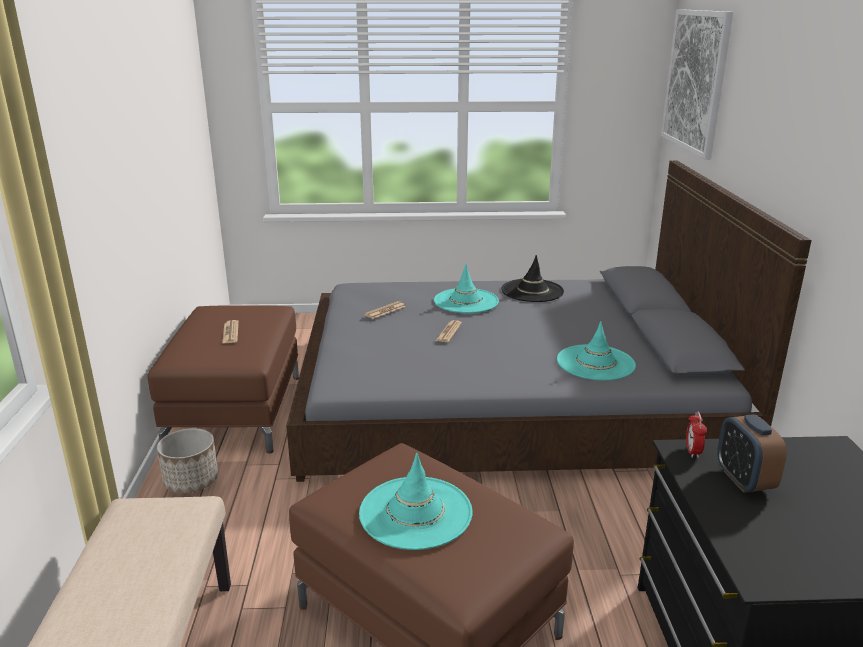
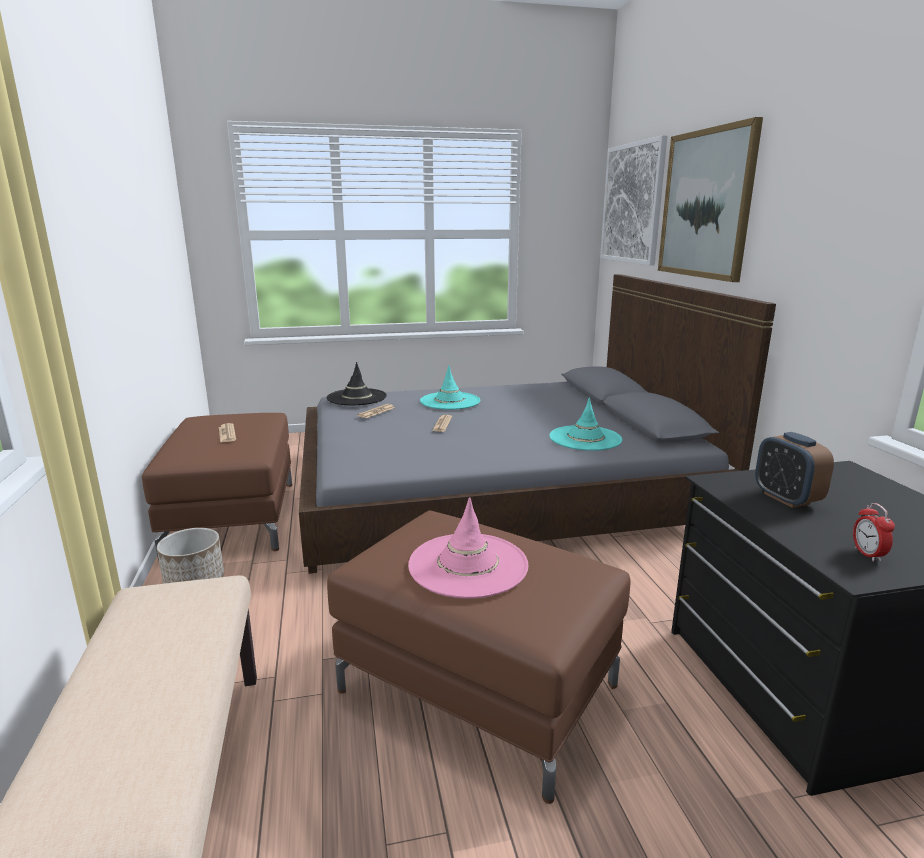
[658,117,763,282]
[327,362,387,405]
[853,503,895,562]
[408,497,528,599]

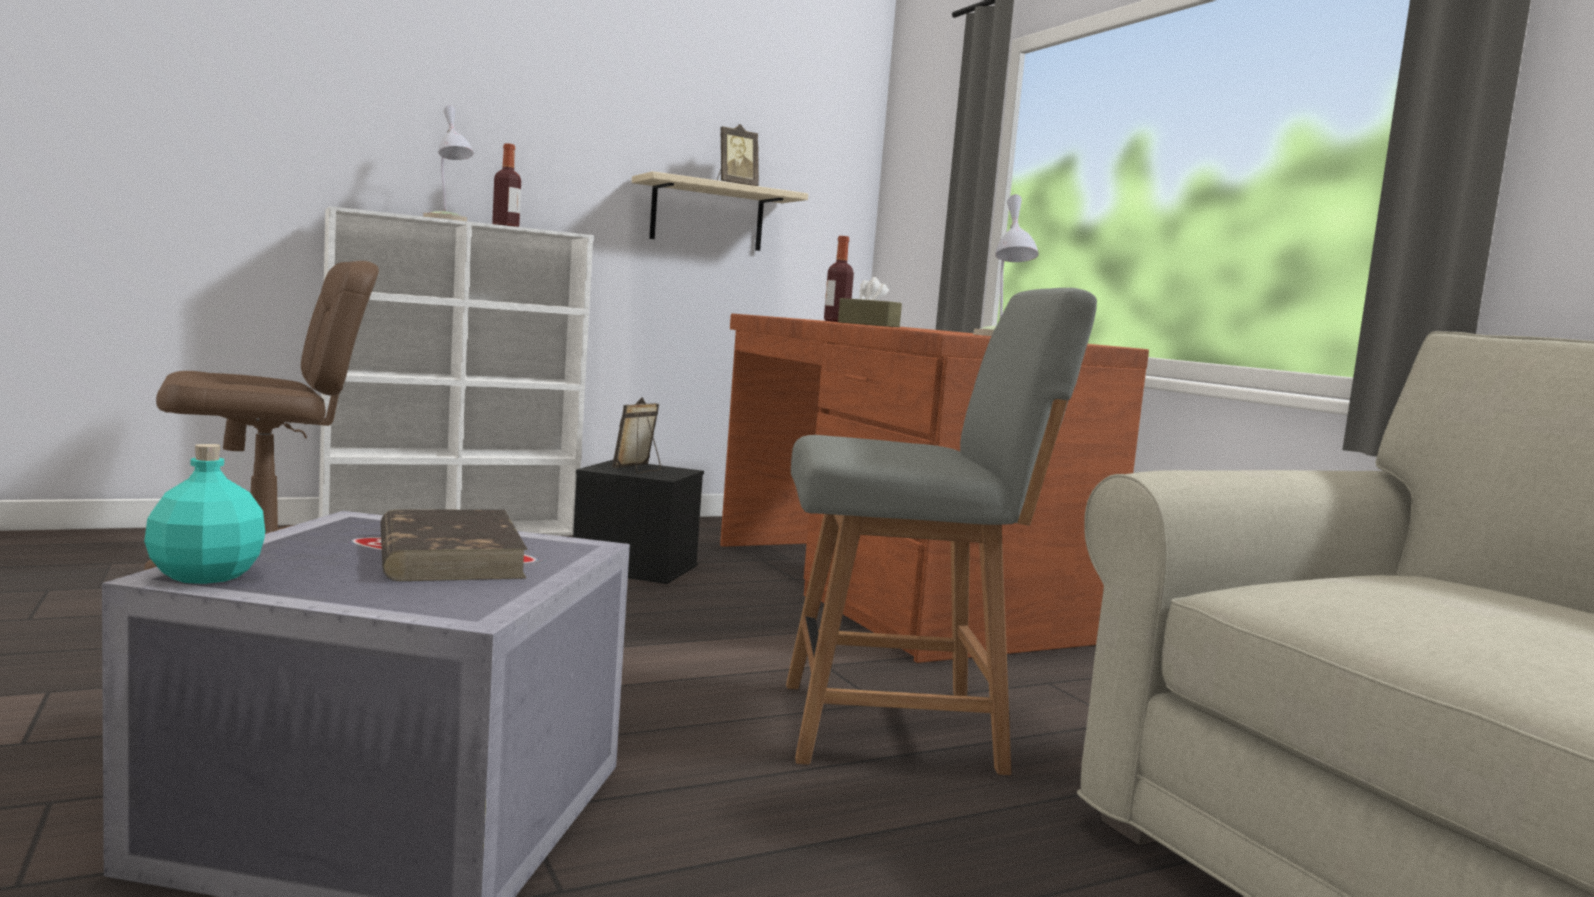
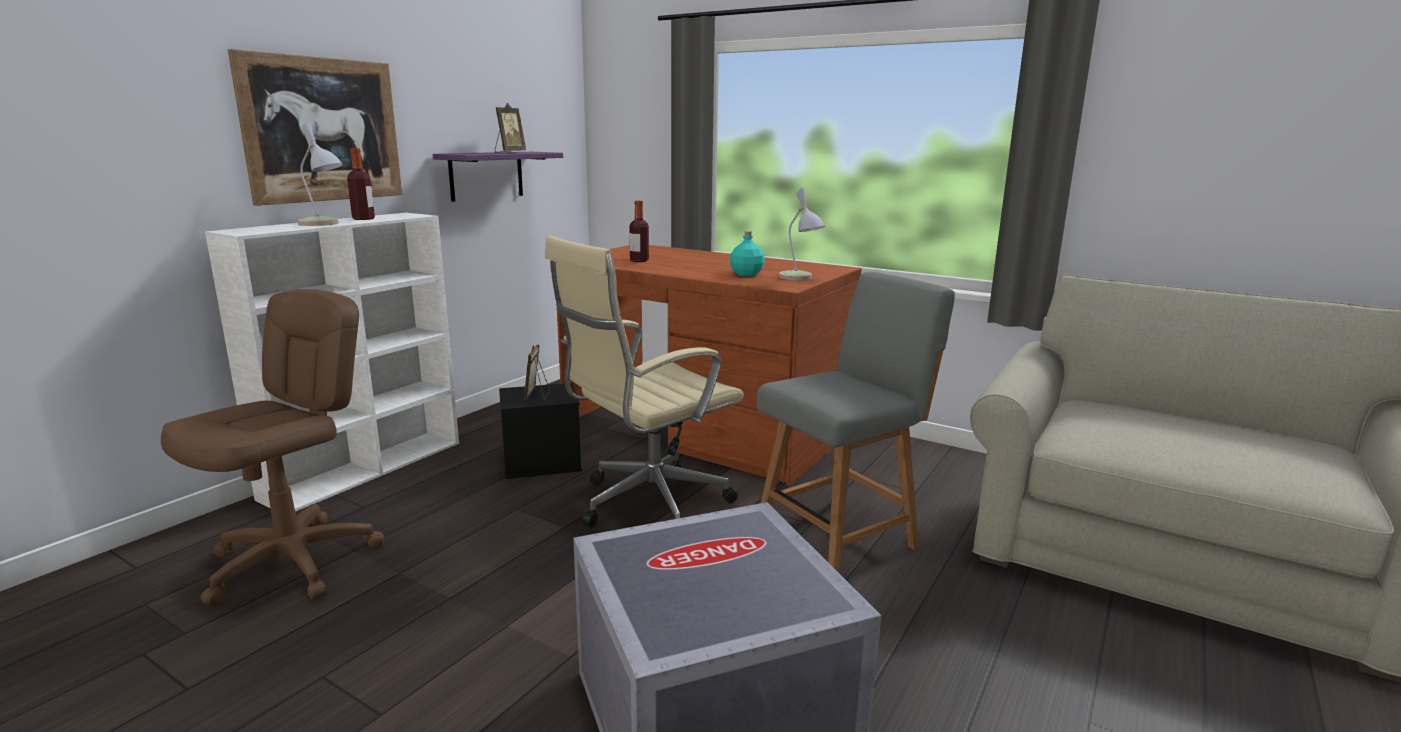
[380,509,528,581] (first image)
[838,277,902,327] (first image)
[228,49,402,206]
[545,235,744,528]
[730,231,765,276]
[433,152,563,202]

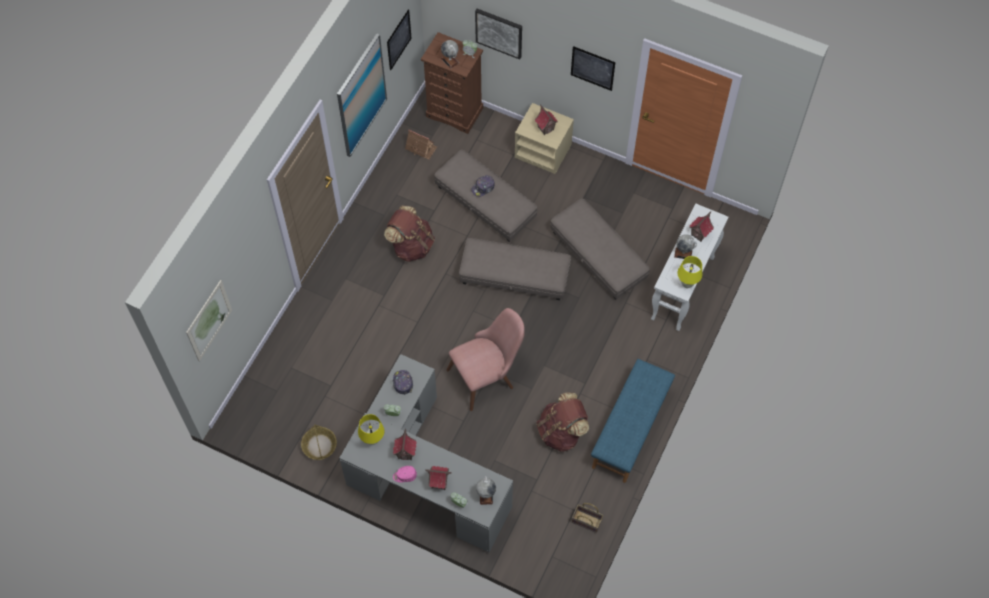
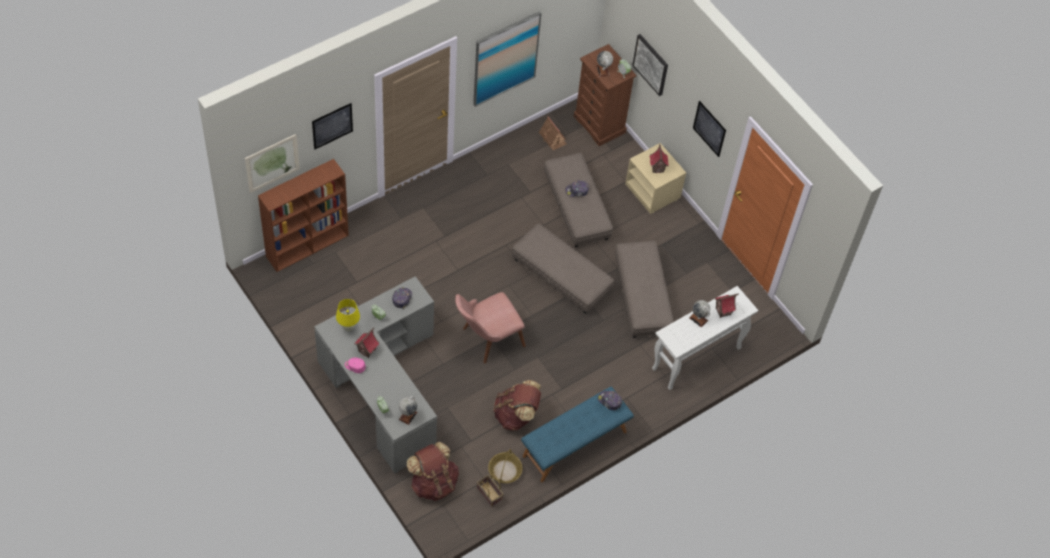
[425,466,452,490] (first image)
[678,256,703,288] (first image)
[258,159,349,272]
[598,391,623,410]
[488,449,523,483]
[407,442,459,501]
[312,103,353,149]
[455,292,526,363]

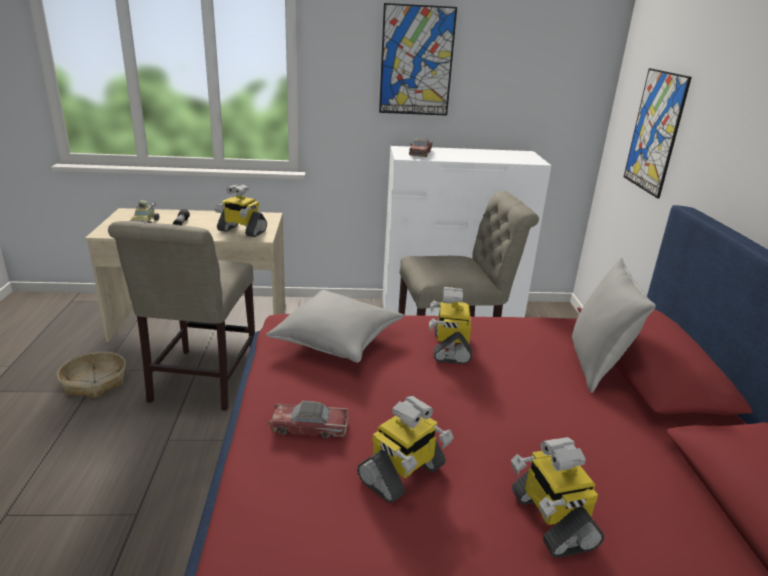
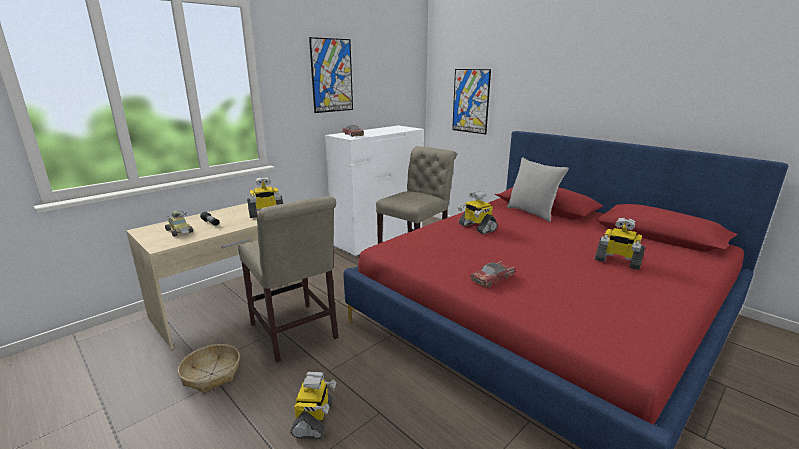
[266,290,404,363] (first image)
[291,372,336,439]

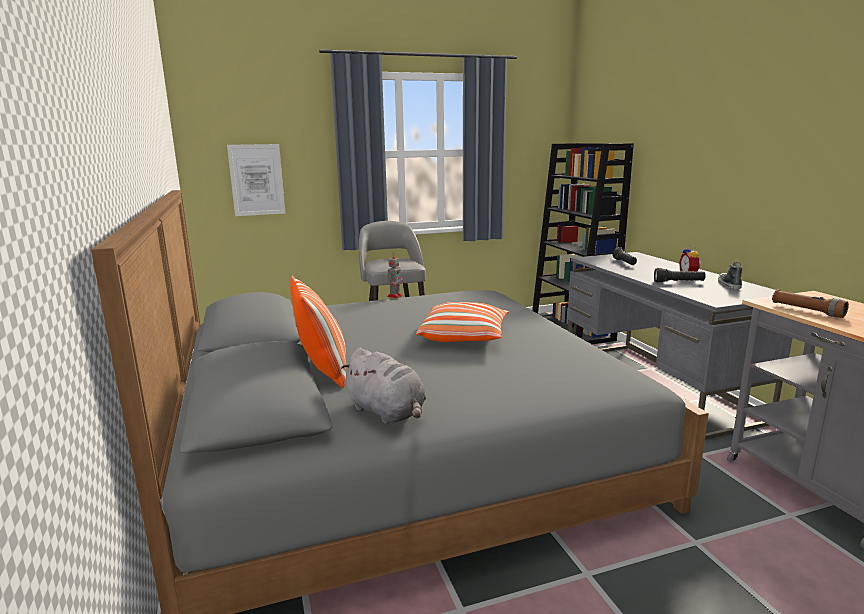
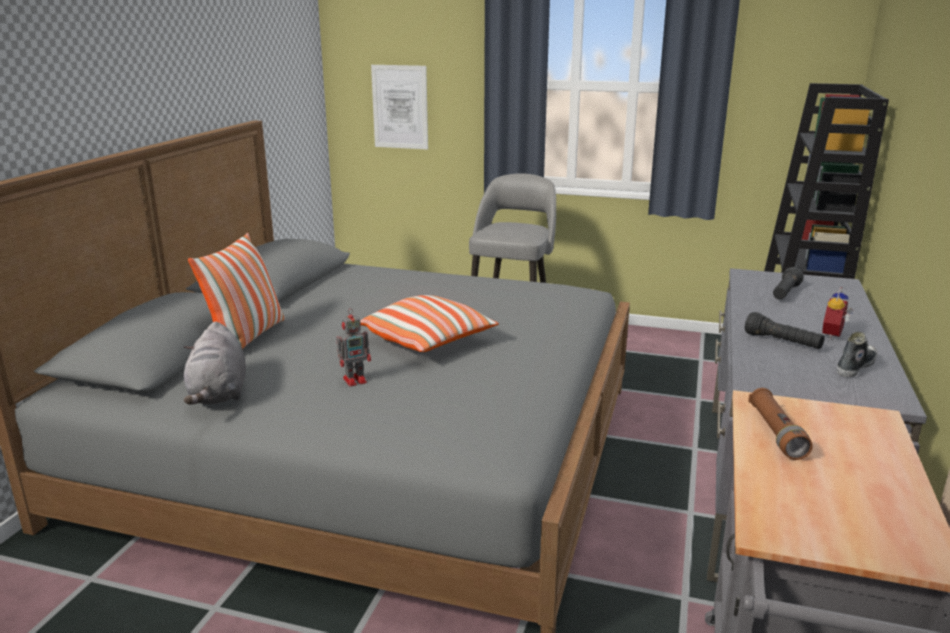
[336,308,371,387]

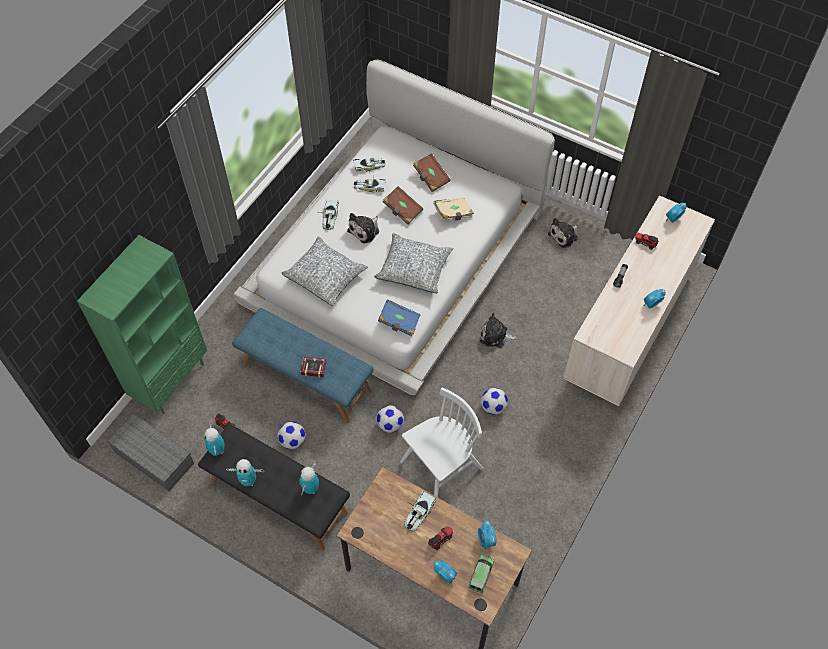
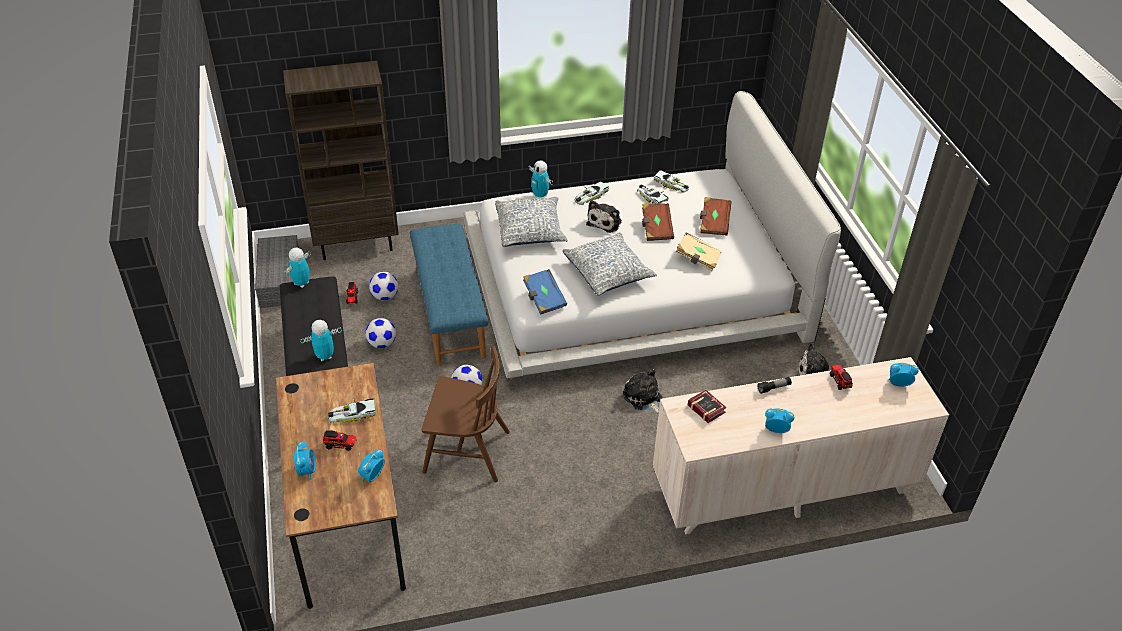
[468,554,495,594] (first image)
[529,161,553,198]
[688,390,726,423]
[369,272,398,301]
[283,61,399,260]
[422,346,510,482]
[586,200,622,233]

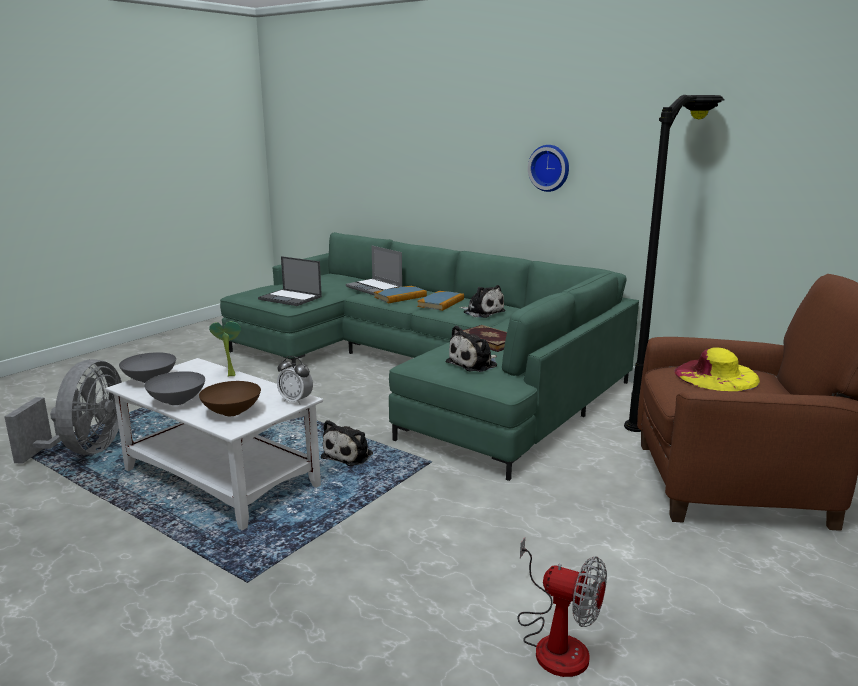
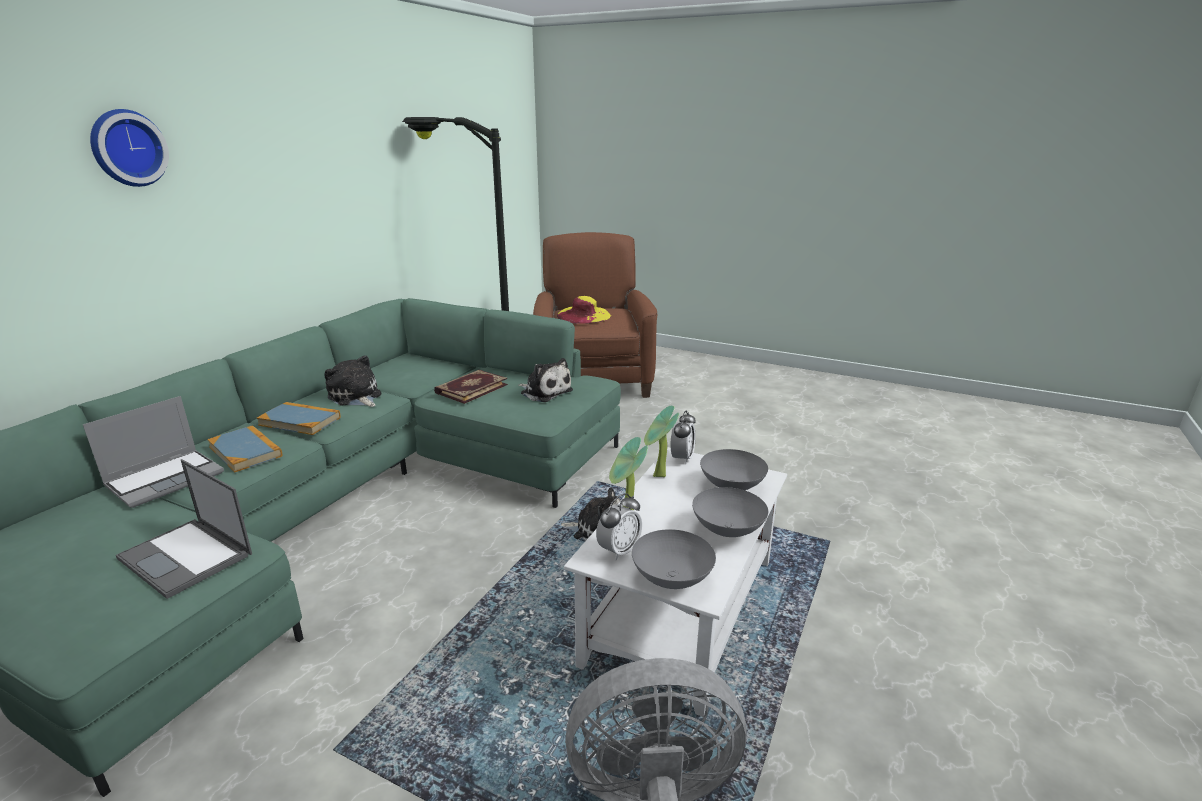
[517,537,607,677] (first image)
[596,493,642,560]
[644,406,679,477]
[90,109,169,187]
[700,449,768,490]
[116,459,252,599]
[324,355,382,407]

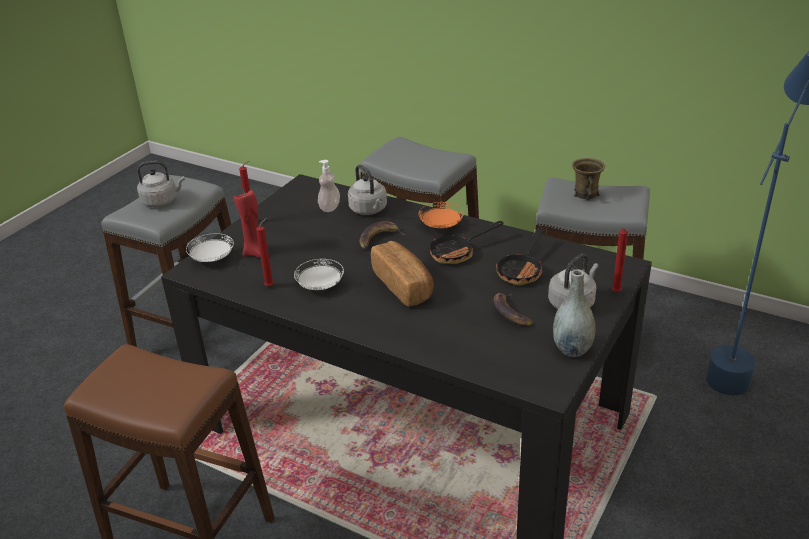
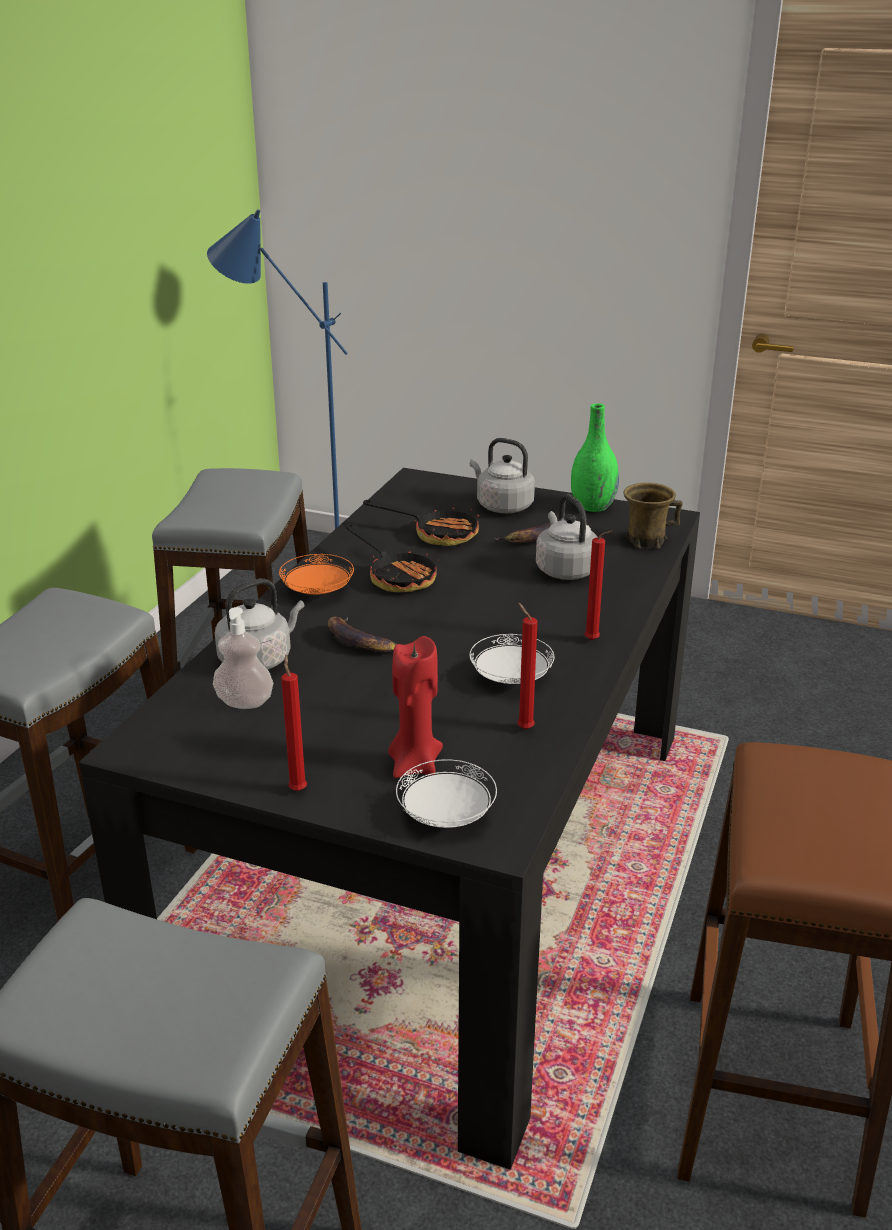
[371,241,434,307] (first image)
[536,494,598,580]
[623,483,683,549]
[584,530,613,640]
[571,403,619,512]

